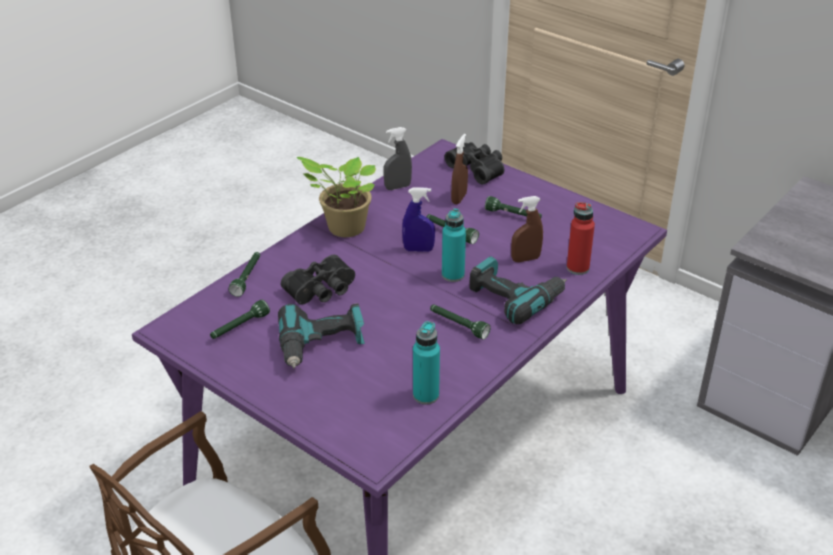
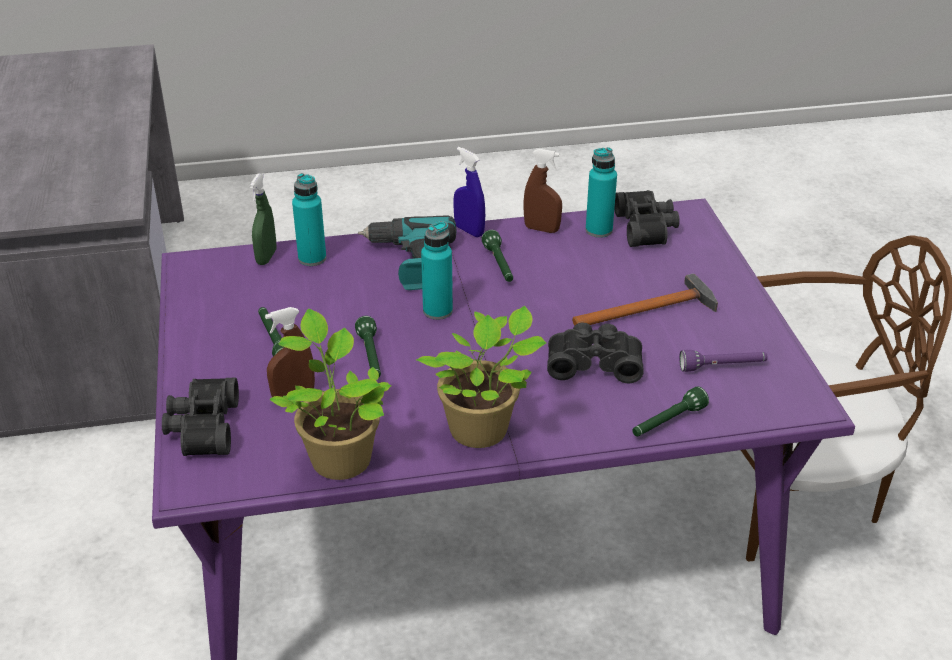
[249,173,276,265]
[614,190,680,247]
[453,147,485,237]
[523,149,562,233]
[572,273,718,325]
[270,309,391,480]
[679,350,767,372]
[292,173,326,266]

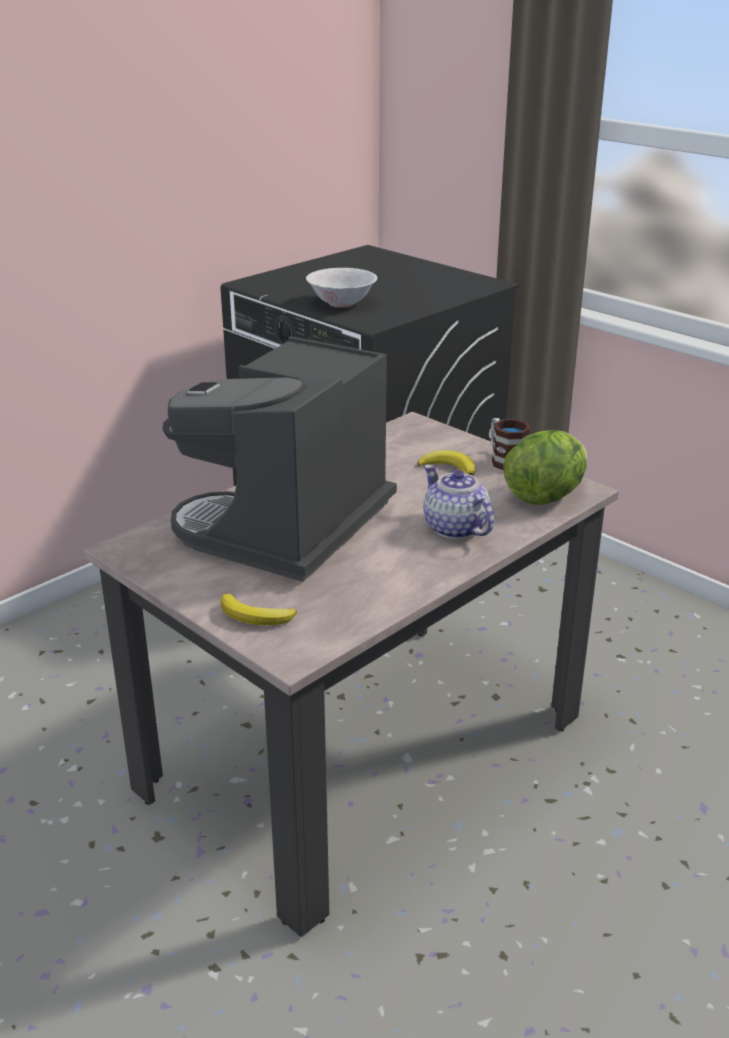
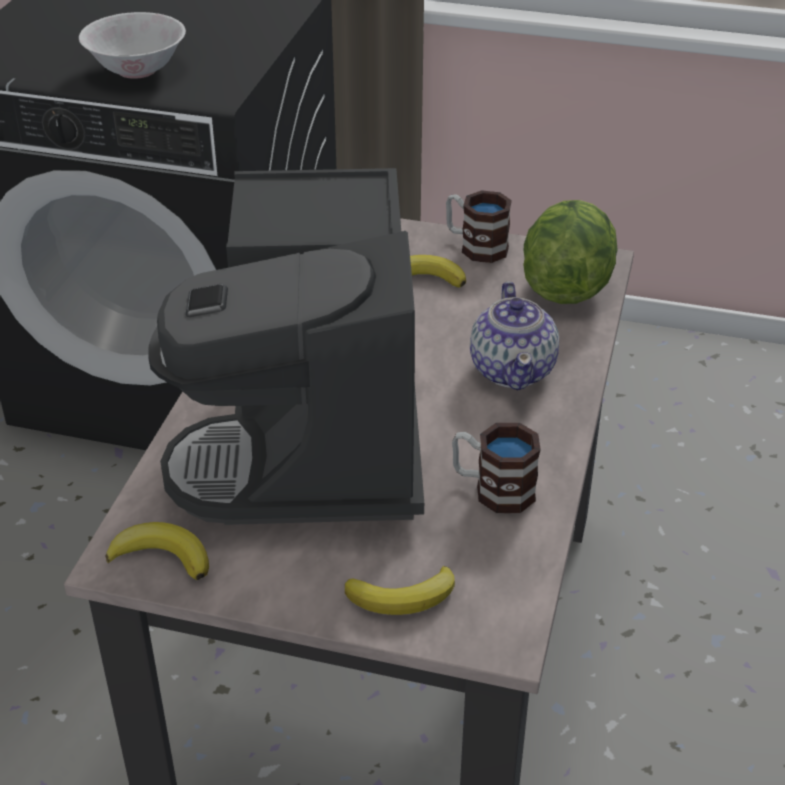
[105,522,209,580]
[452,423,541,513]
[470,282,559,390]

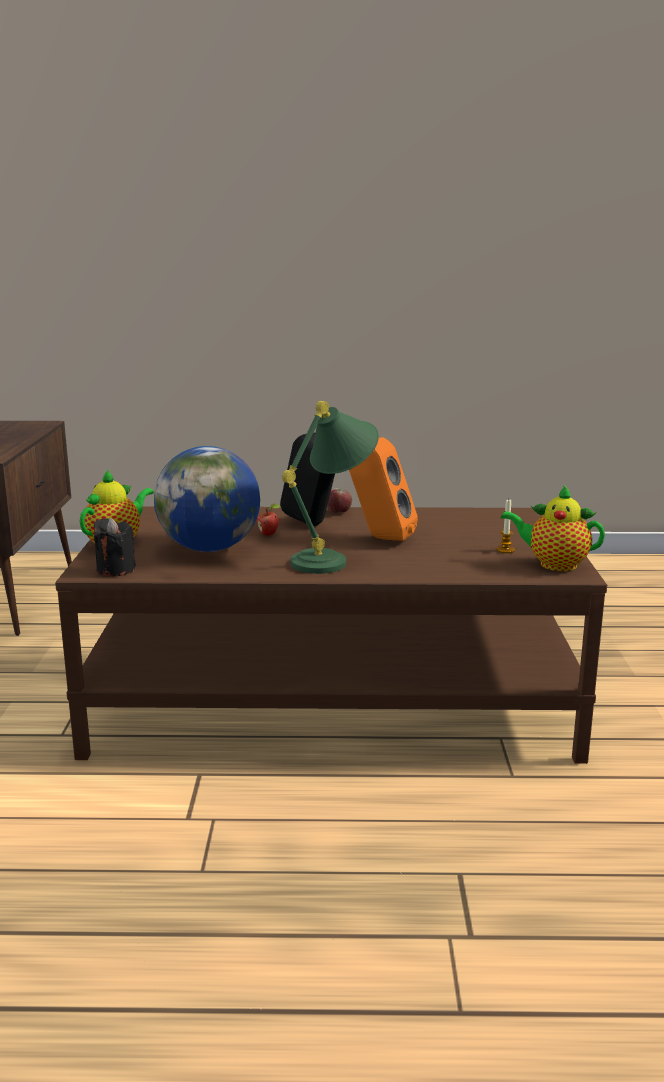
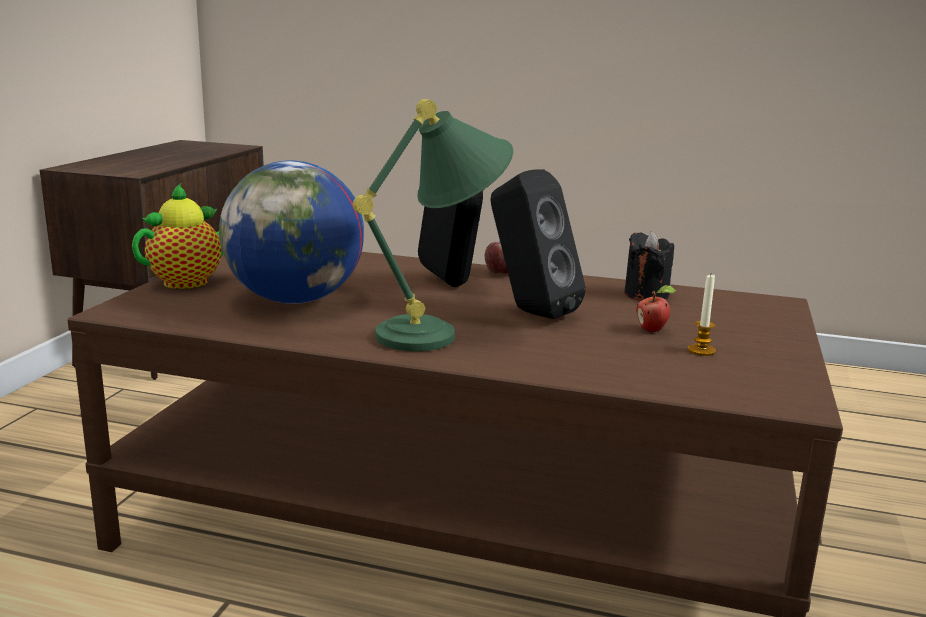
[501,485,605,571] (first image)
[625,231,674,301]
[636,285,676,332]
[490,169,586,319]

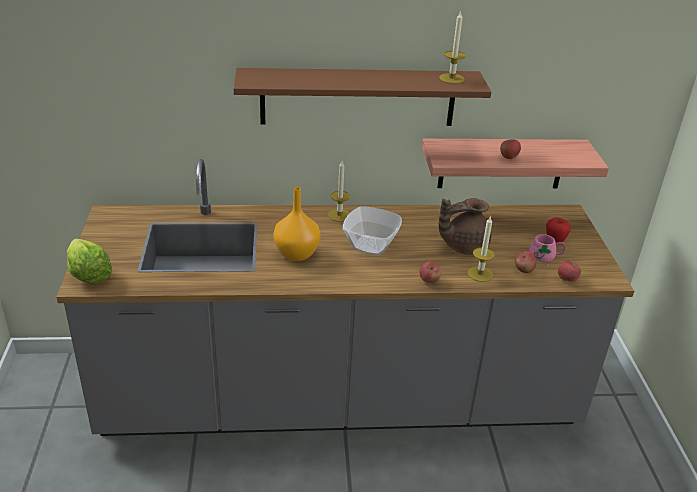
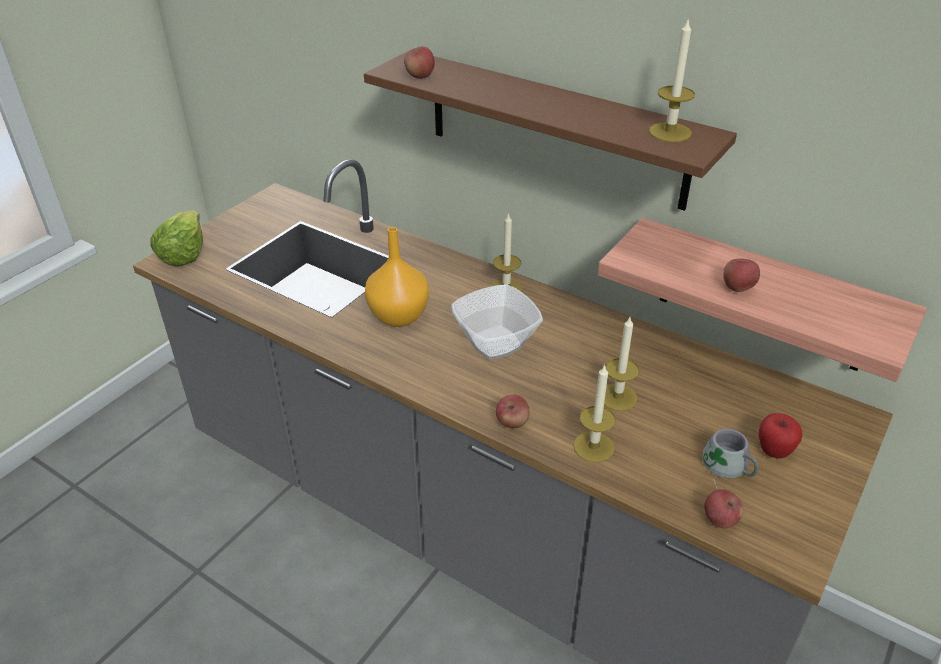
[404,46,435,79]
[604,317,639,411]
[702,429,759,489]

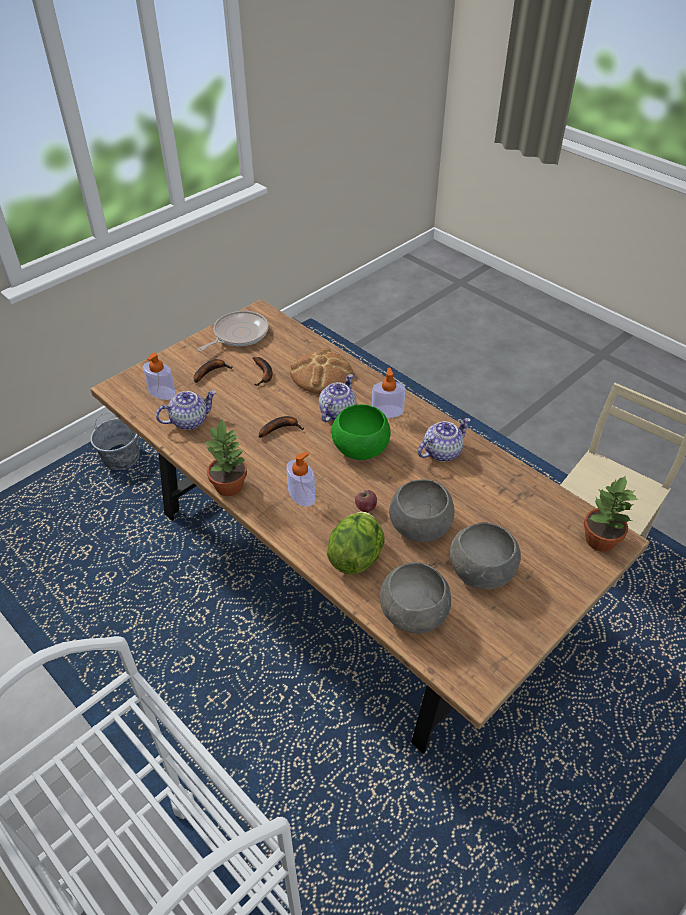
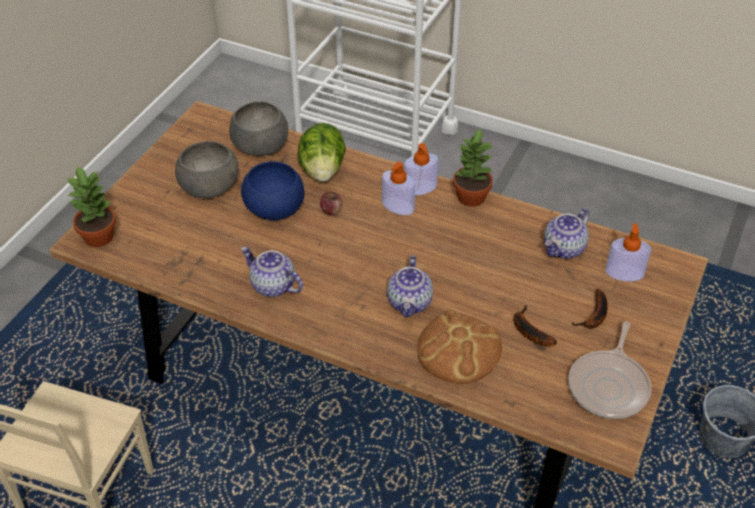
[259,416,304,438] (first image)
[331,404,391,460] (first image)
[404,143,439,195]
[241,161,304,220]
[241,247,303,297]

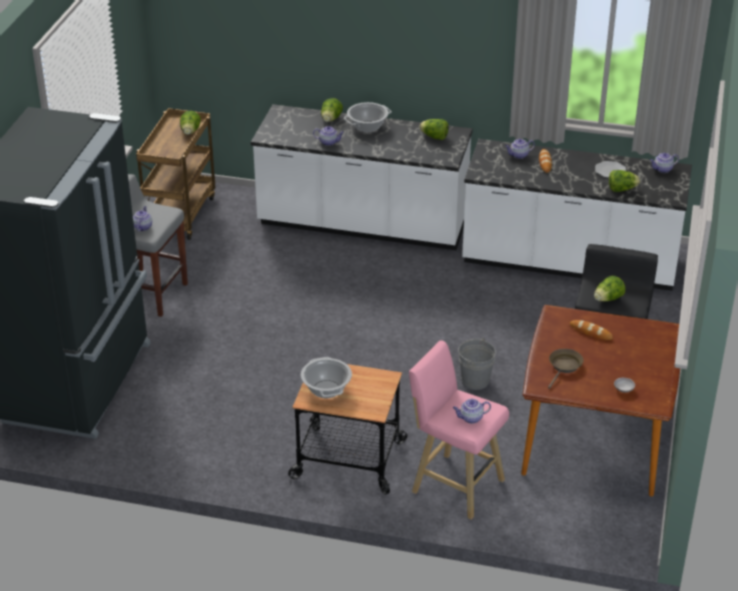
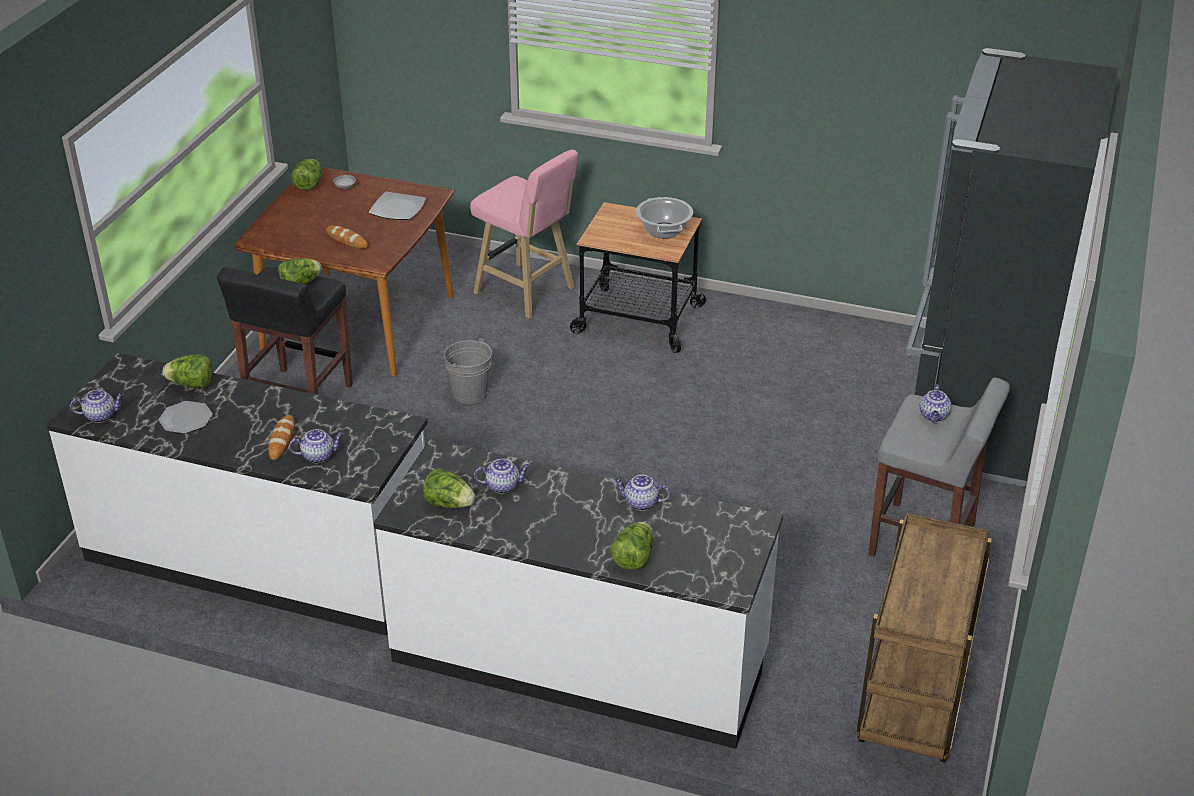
[344,102,392,133] (first image)
[291,159,321,191]
[474,459,530,494]
[369,191,426,220]

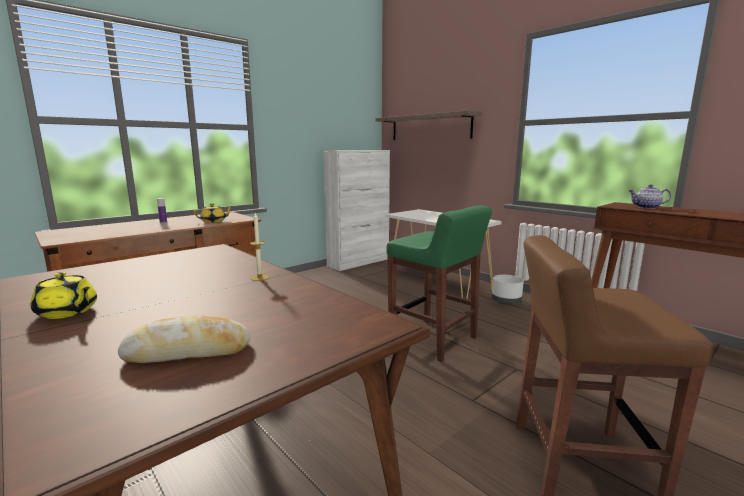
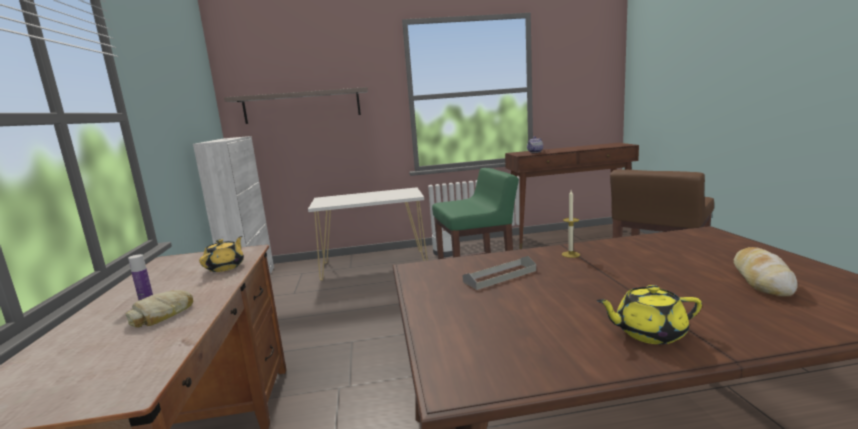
[126,290,193,327]
[462,256,536,290]
[596,285,702,344]

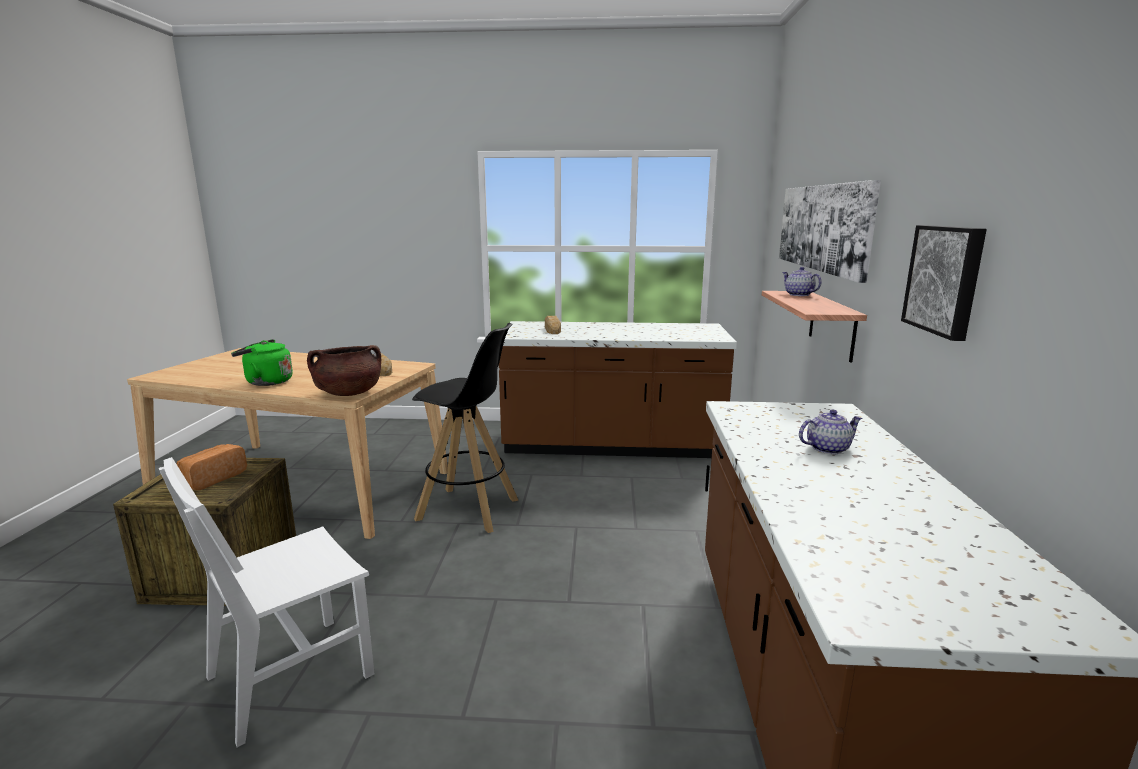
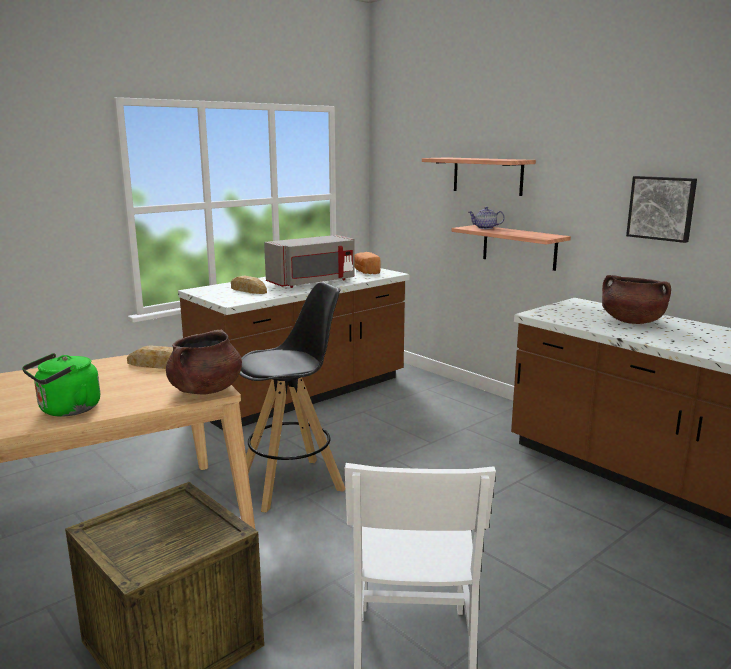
[264,235,355,288]
[354,252,381,274]
[422,157,536,196]
[602,275,671,324]

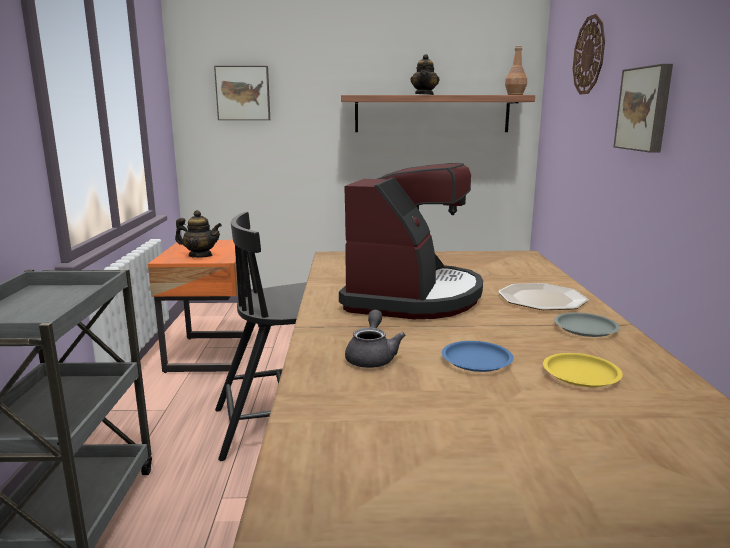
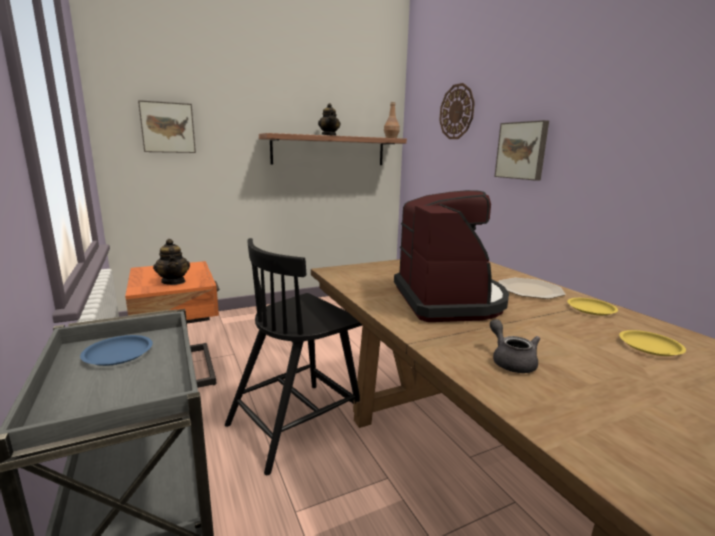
[80,335,153,366]
[567,298,618,315]
[153,239,190,285]

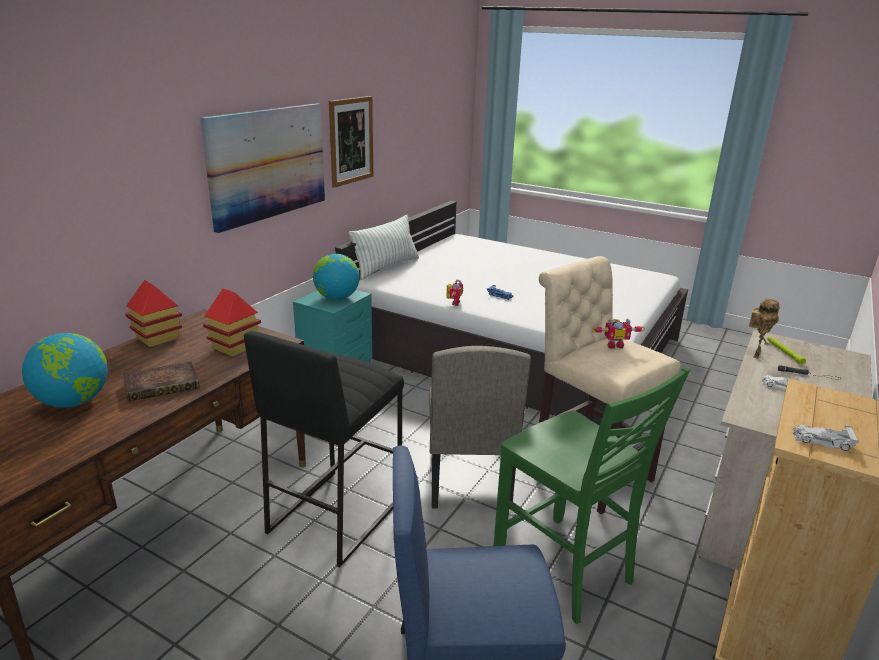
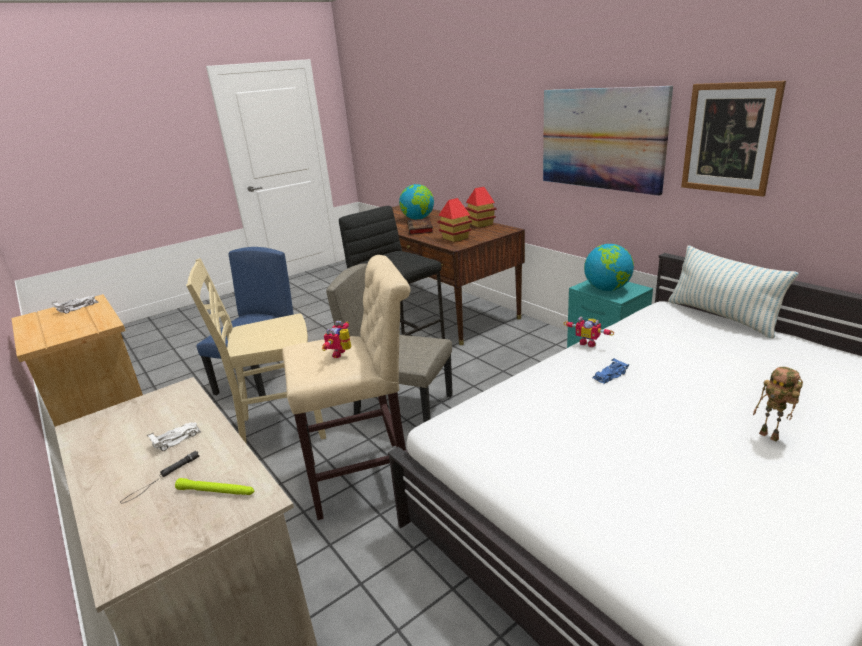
[753,367,803,442]
[186,258,326,444]

